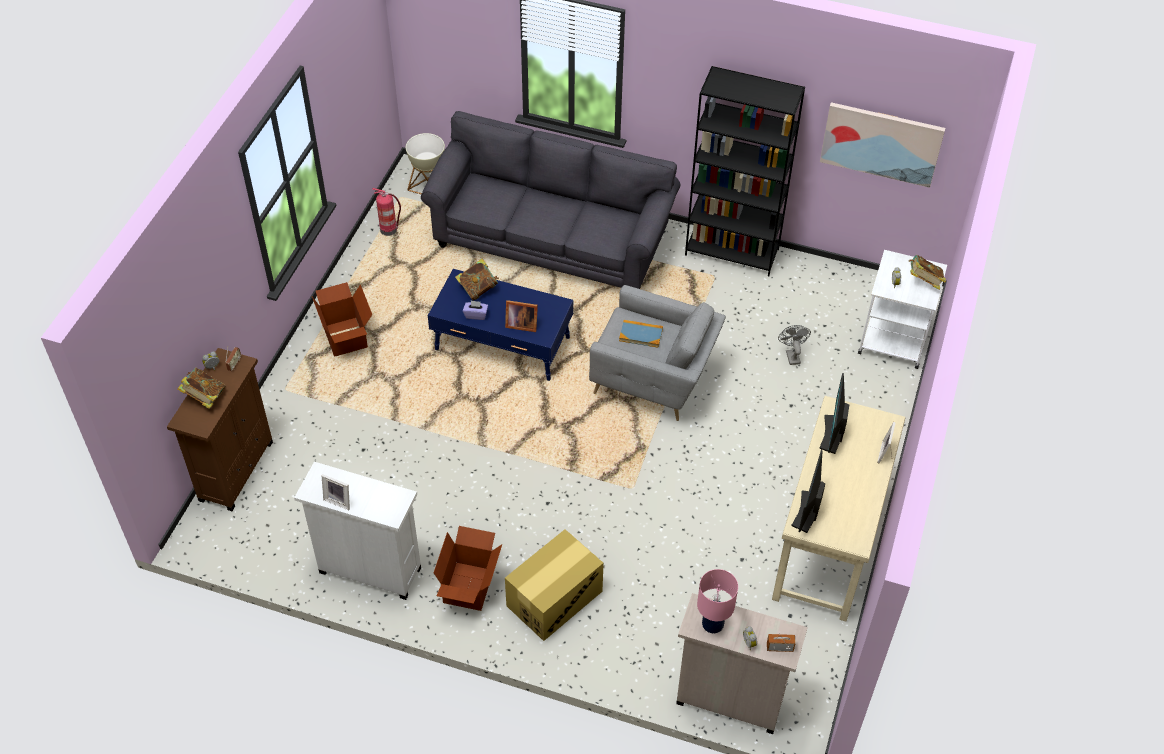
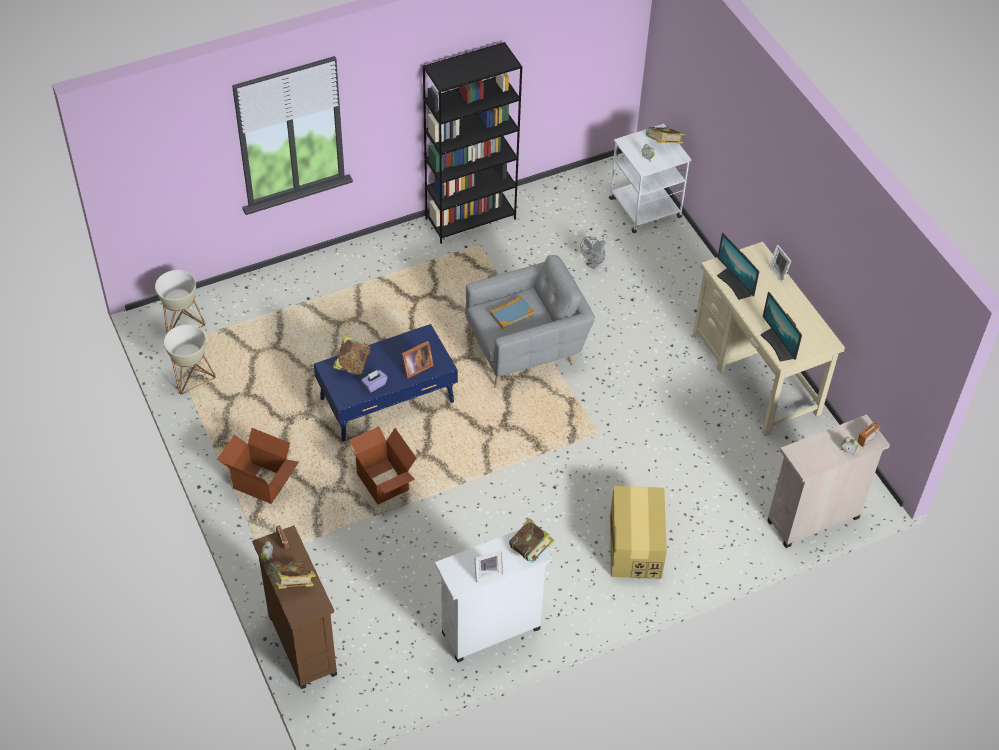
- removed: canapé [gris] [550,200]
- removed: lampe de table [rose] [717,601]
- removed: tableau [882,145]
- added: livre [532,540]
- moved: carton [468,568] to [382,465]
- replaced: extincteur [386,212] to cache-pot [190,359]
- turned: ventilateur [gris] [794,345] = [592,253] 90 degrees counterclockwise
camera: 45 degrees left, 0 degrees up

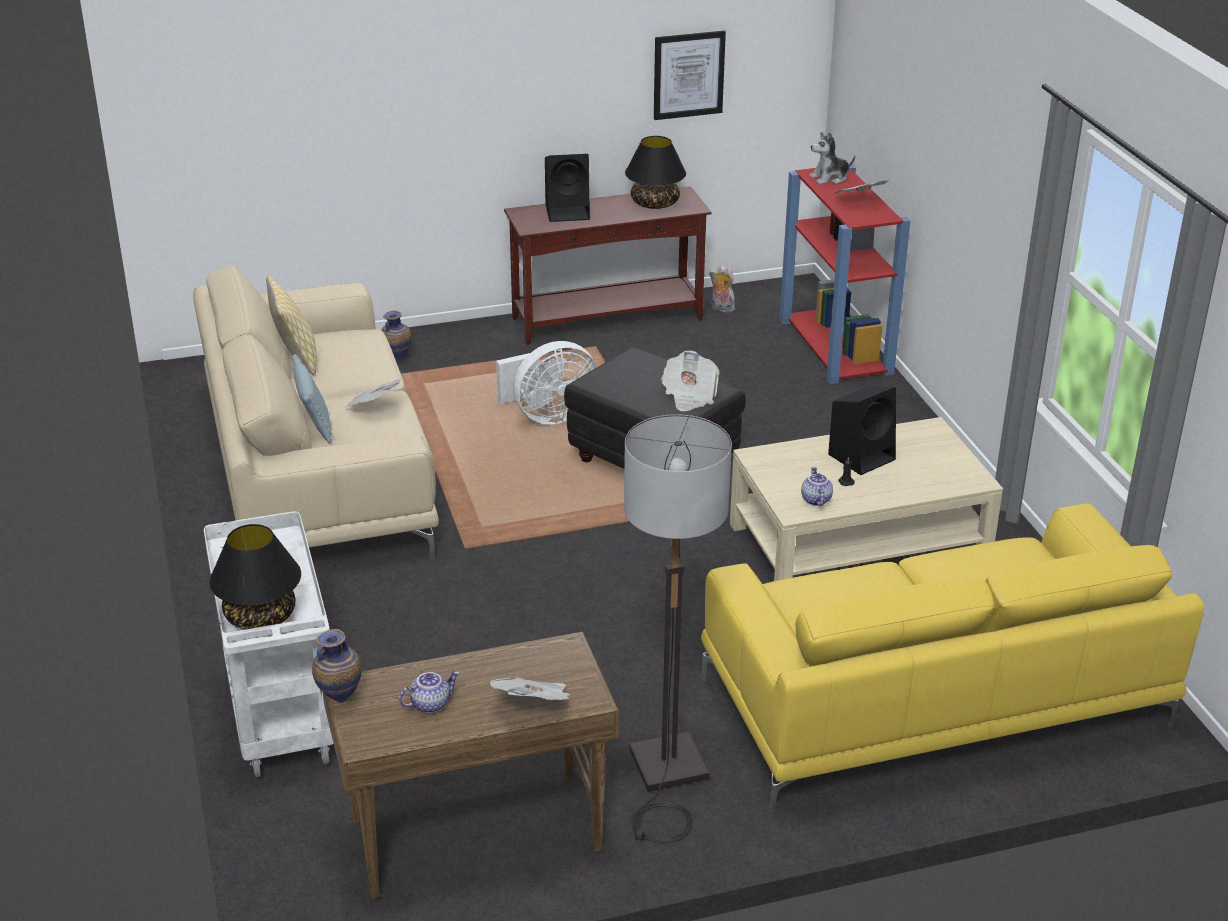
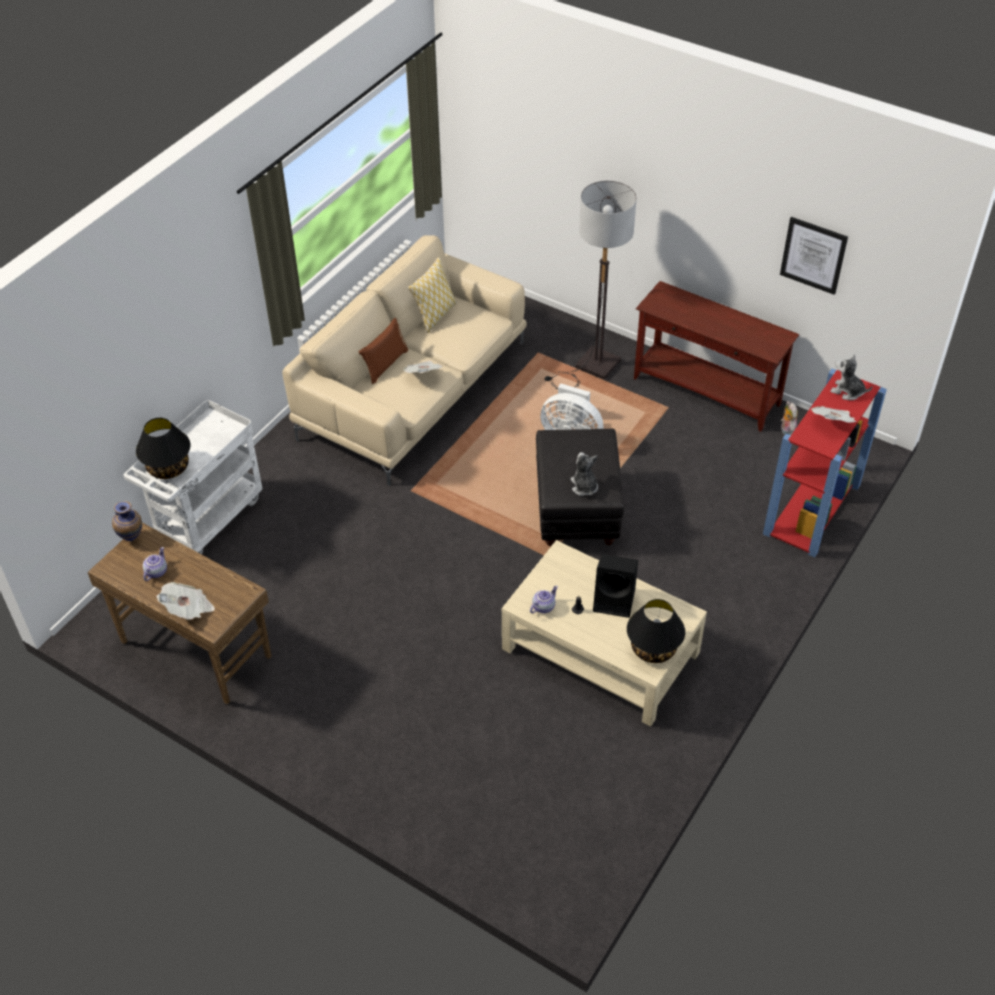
- removed: vase [396,335]
- removed: enceinte [noir] [567,188]
- removed: canapé [jaune] [952,657]
- moved: lampadaire [678,629] to [590,285]
- moved: lampe de table [noir] [655,172] to [656,631]
- replaced: journal [690,381] to peluche [584,474]
- recoloured: coussin [bleu] [313,399] to coussin [marron] [383,351]
- turned: théière [429,692] = [155,564] 90 degrees counterclockwise
camera: 50 degrees right, 15 degrees up

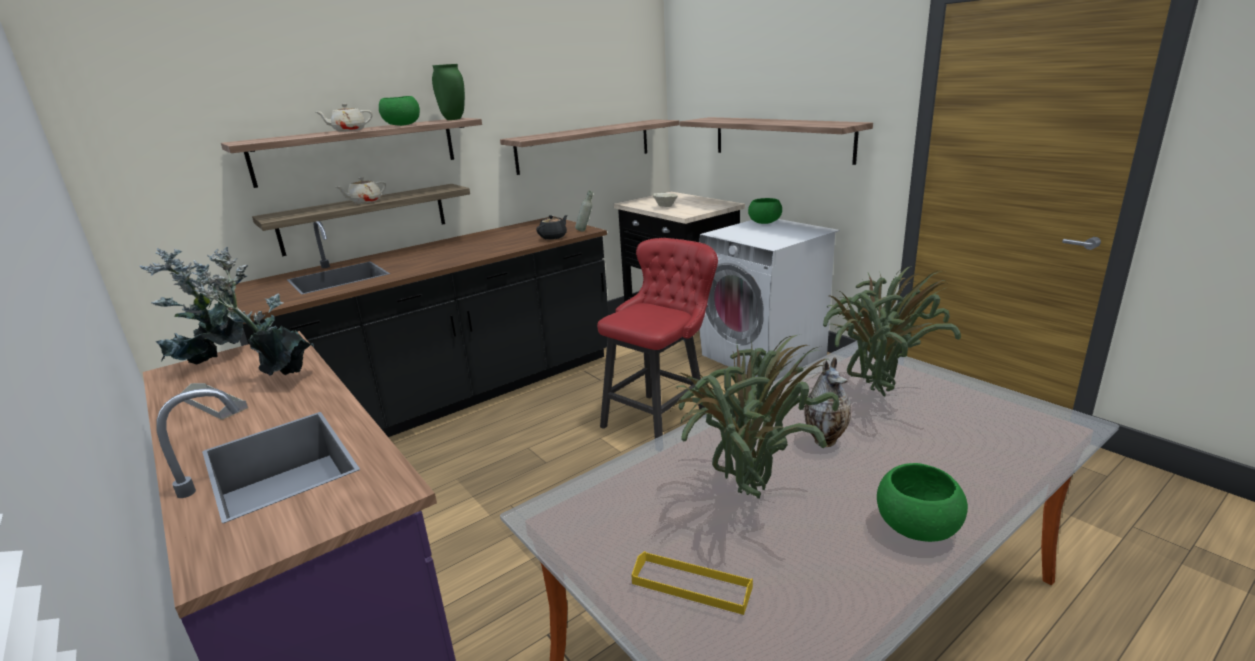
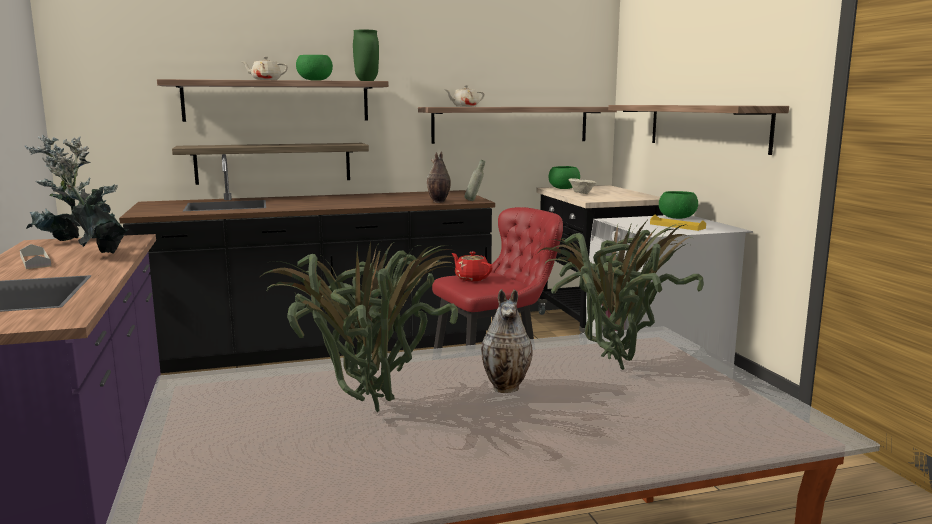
- added: théière [rouge] [472,266]
- moved: théière [beige] [361,190] to [465,96]
- moved: plateau [jaune] [692,583] to [678,223]
- moved: bol [vert] [922,502] to [564,177]
- replaced: théière [noir] [552,227] to vase [438,177]
camera: 20 degrees right, 10 degrees down

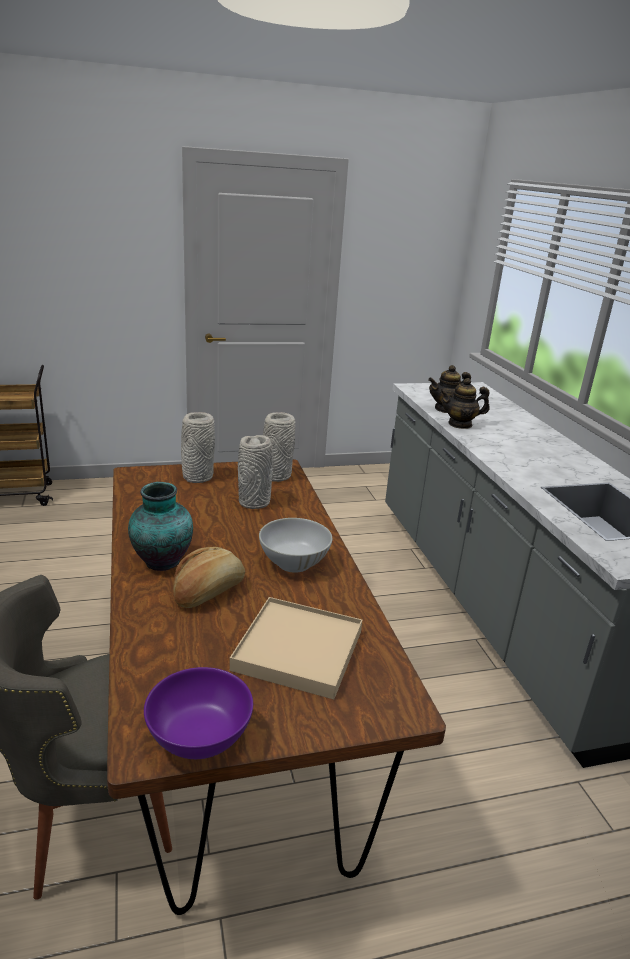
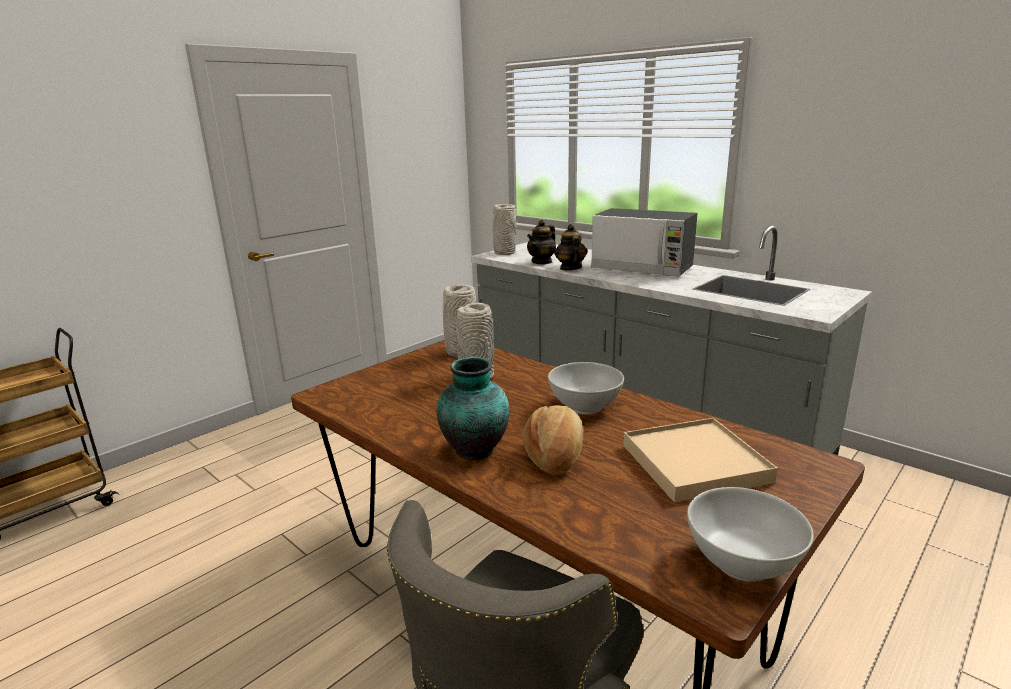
- added: micro-ondes [644,242]
- moved: vase [gris] [198,447] to [504,229]
- recoloured: bol [violet] [198,713] to bol [blanc] [750,534]
- turned: théière [465,403] = [570,247] 120 degrees clockwise
camera: 30 degrees left, 5 degrees down

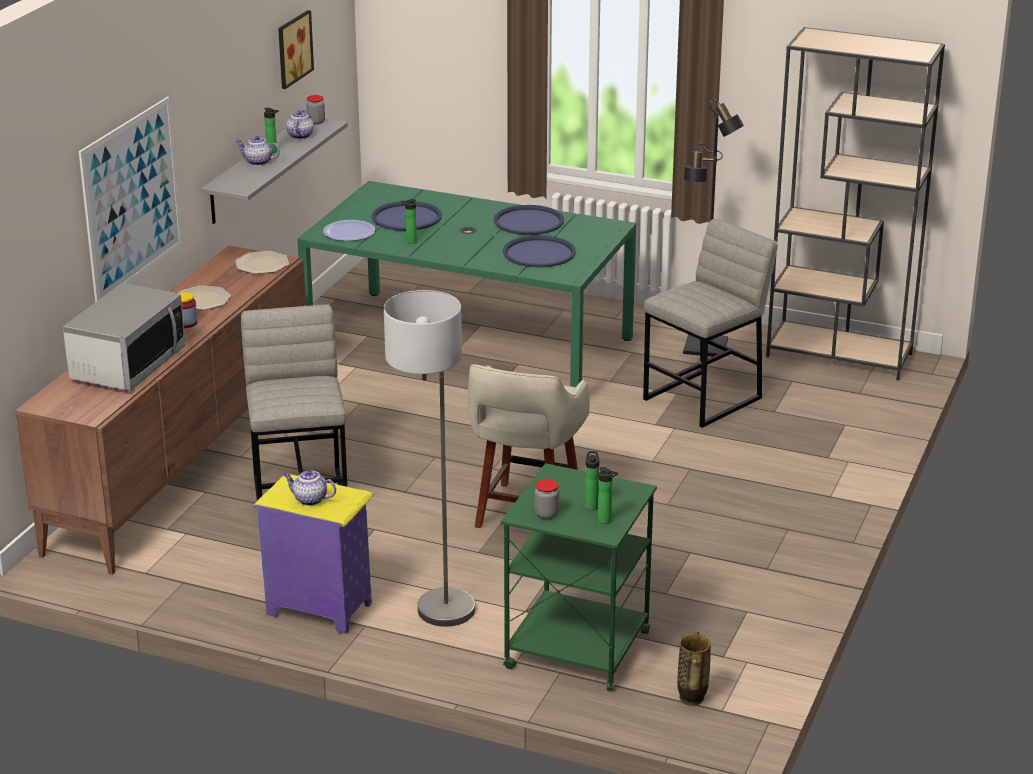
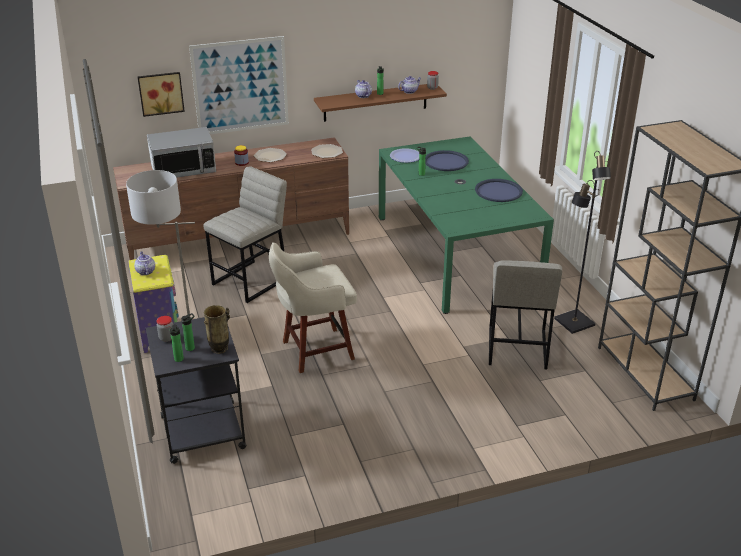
- removed: plateau [bleu] [539,251]
- moved: tableau [296,49] to [161,94]
- moved: vase [694,668] to [217,329]
- recoloured: étagère [gris] [274,171] to étagère [marron] [380,103]
- recoloured: chariot [vert] [579,576] to chariot [noir] [196,390]
- turned: chaise [gris] [710,323] = [525,314] 90 degrees clockwise
camera: 50 degrees right, 5 degrees up

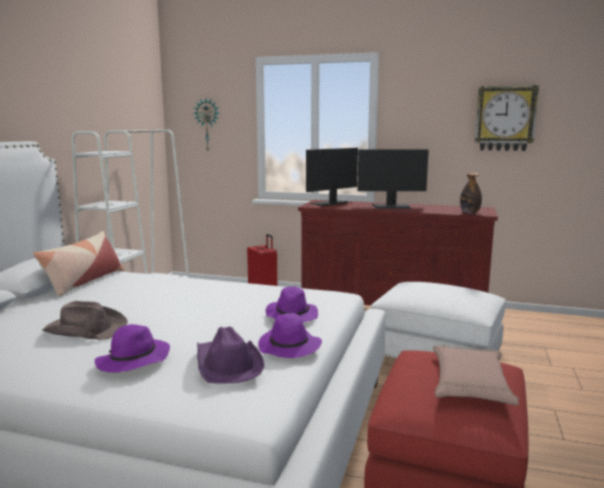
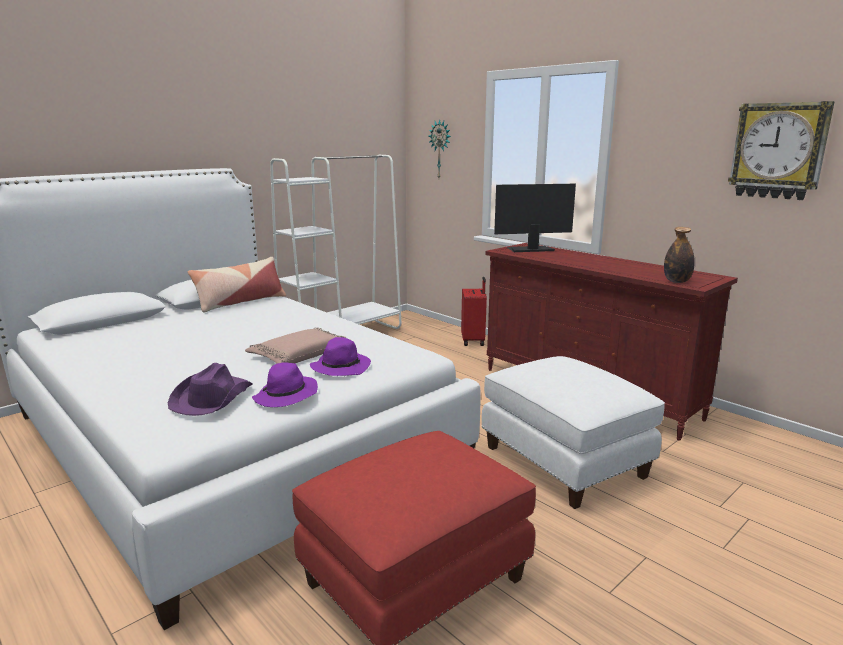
- removed: chapeau [marron] [85,320]
- removed: chapeau [violet] [132,348]
- removed: écran d'ordinateur [393,179]
- moved: coussin [beige] [476,375] to [296,346]
camera: 30 degrees right, 5 degrees up

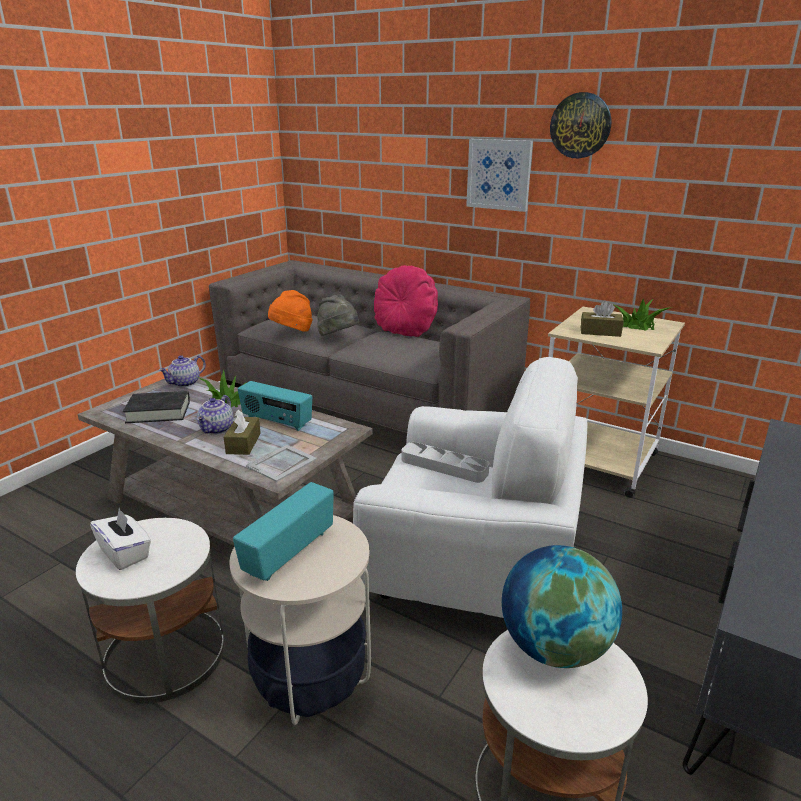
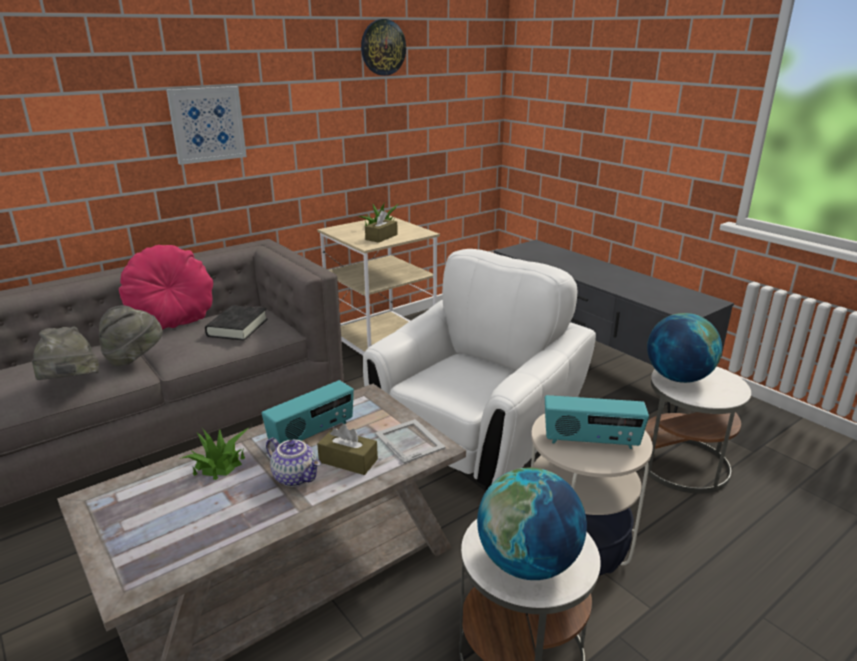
- removed: théière [182,371]
- removed: plateau [gris] [445,462]
- moved: livre [noir] [156,407] to [236,323]
- moved: horloge murale [581,125] to [383,47]
- replaced: boîte à mouchoirs [blanc] [120,539] to globe [532,524]
- recoloured: chapeau [orange] [290,310] to chapeau [gris] [65,353]
- turned: radio [283,531] = [597,422] 45 degrees counterclockwise
camera: 70 degrees left, 0 degrees up

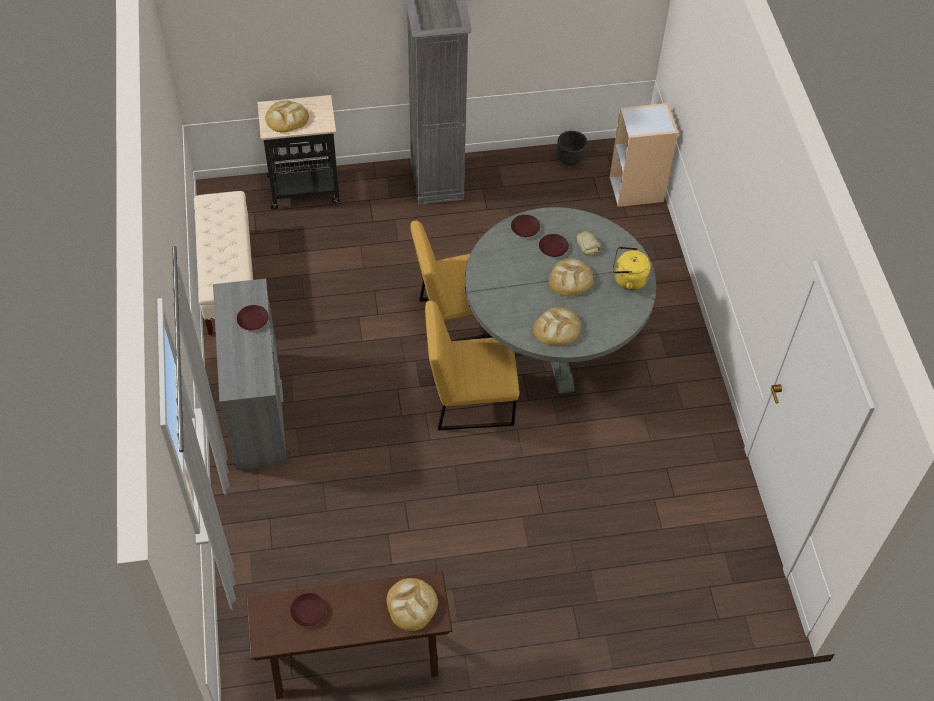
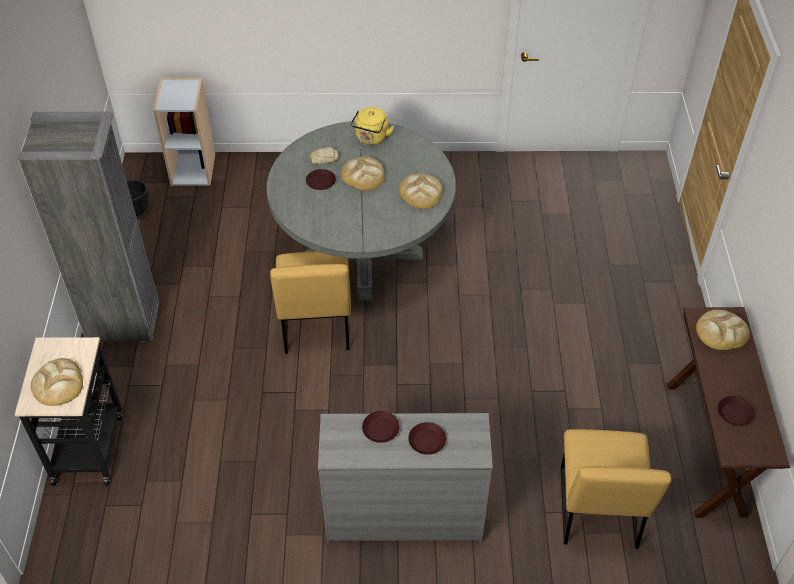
- removed: banc [beige] [224,263]
- moved: chaise [jaune] [472,365] to [616,489]
- moved: assiette [marron] [525,226] to [427,438]
camera: 80 degrees left, 5 degrees down

